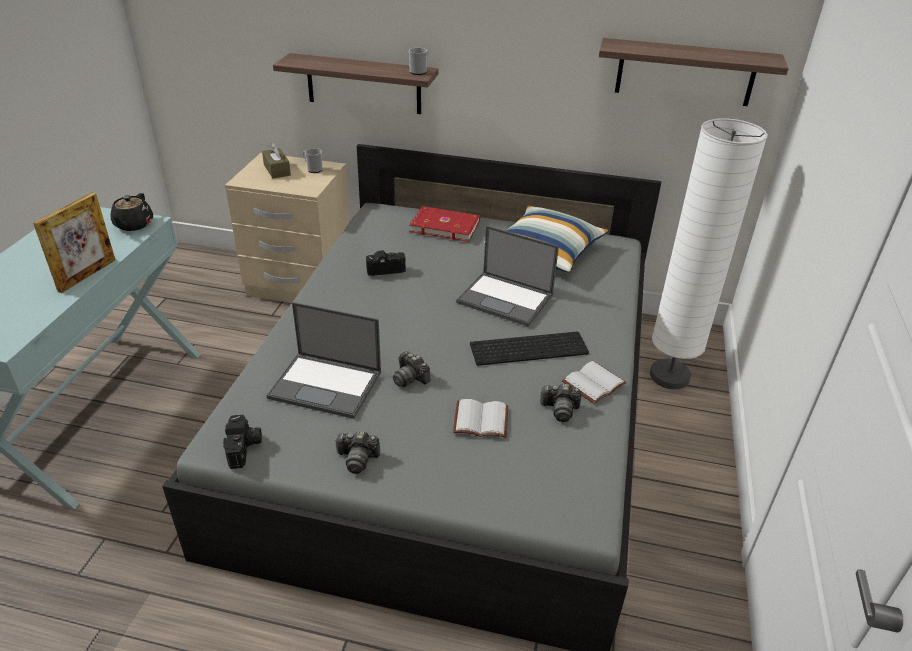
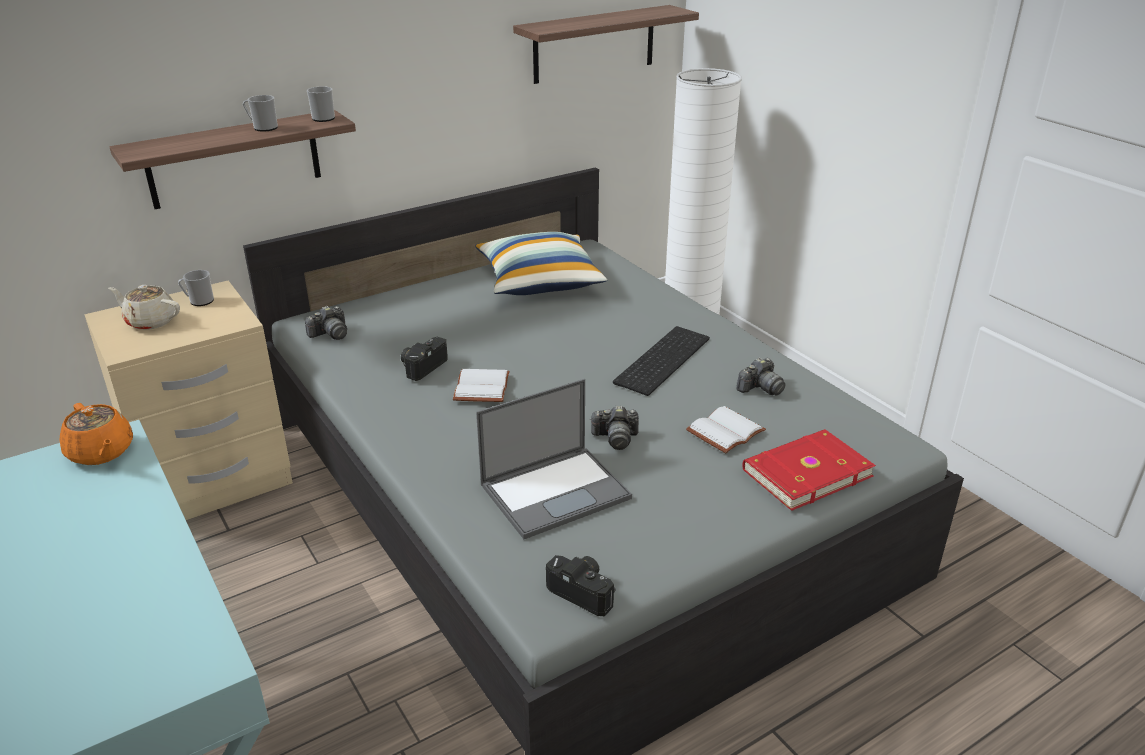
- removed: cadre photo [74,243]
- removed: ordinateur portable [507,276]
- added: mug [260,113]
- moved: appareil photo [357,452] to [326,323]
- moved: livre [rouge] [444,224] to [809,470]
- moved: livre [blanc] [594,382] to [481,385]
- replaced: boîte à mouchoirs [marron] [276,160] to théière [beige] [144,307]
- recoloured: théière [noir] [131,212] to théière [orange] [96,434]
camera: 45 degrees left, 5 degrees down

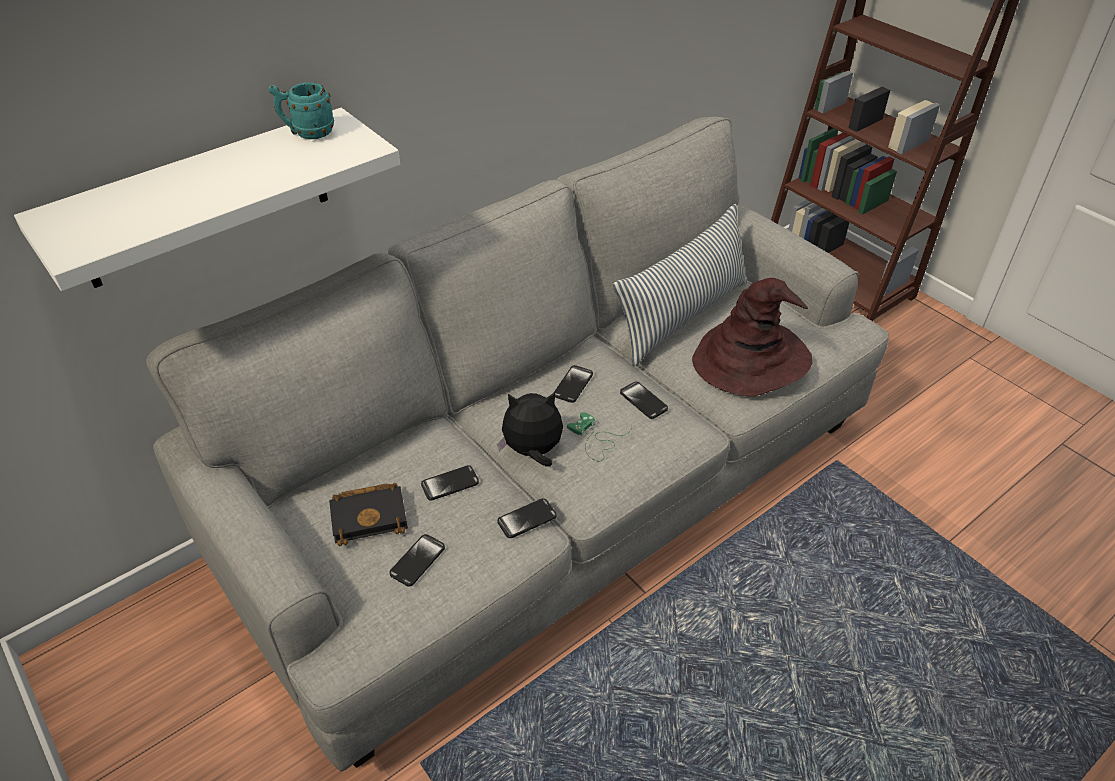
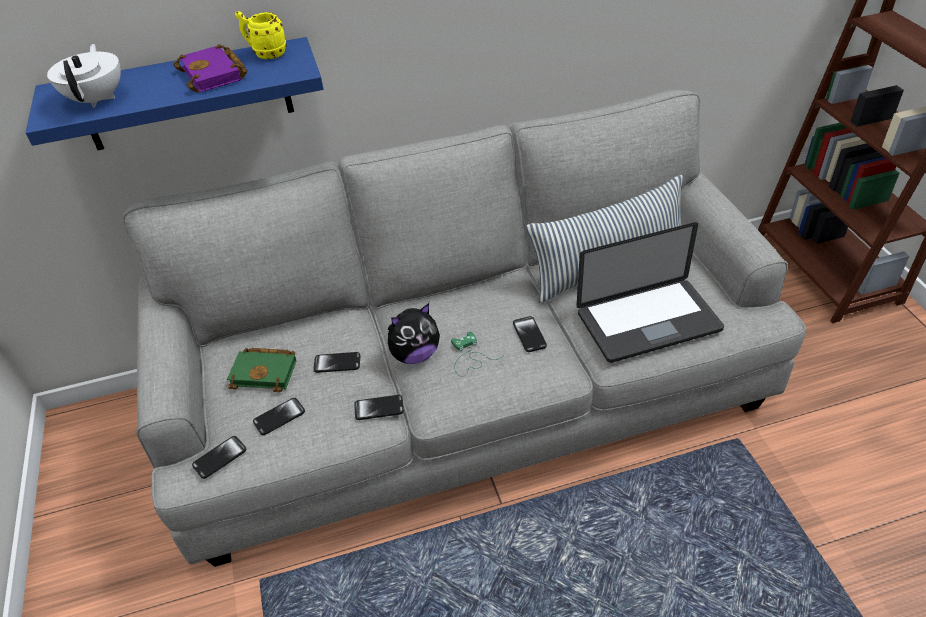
- added: théière [blanc] [84,76]
- added: livre [violet] [210,68]
- moved: téléphone [573,384] to [219,457]
- replaced: chapeau [marron] [752,337] to ordinateur portable [650,292]
- recoloured: étagère [blanc] [207,199] to étagère [bleu] [174,93]
- recoloured: mug [turquoise] [301,110] to mug [jaune] [261,35]
- recoloured: livre [noir] [368,514] to livre [vert] [262,370]
- turned: peluche [530,429] = [414,333] 135 degrees clockwise
camera: 25 degrees right, 0 degrees up

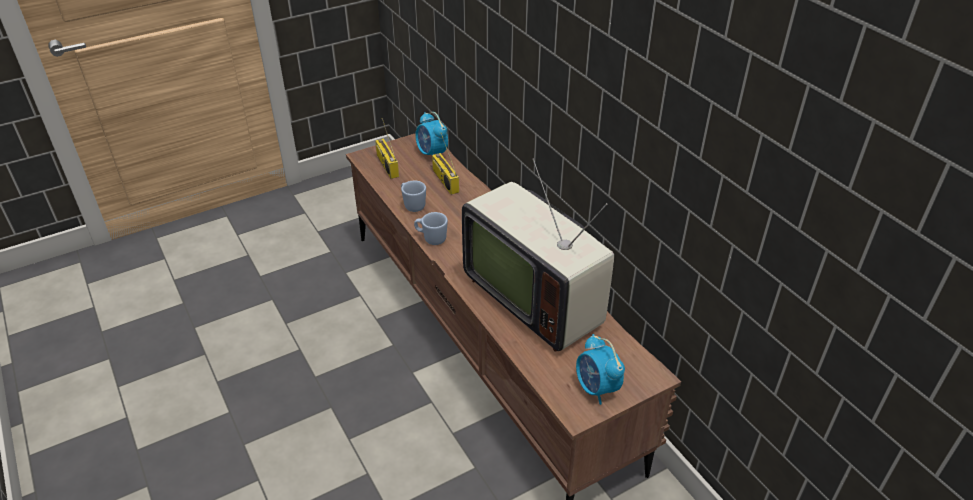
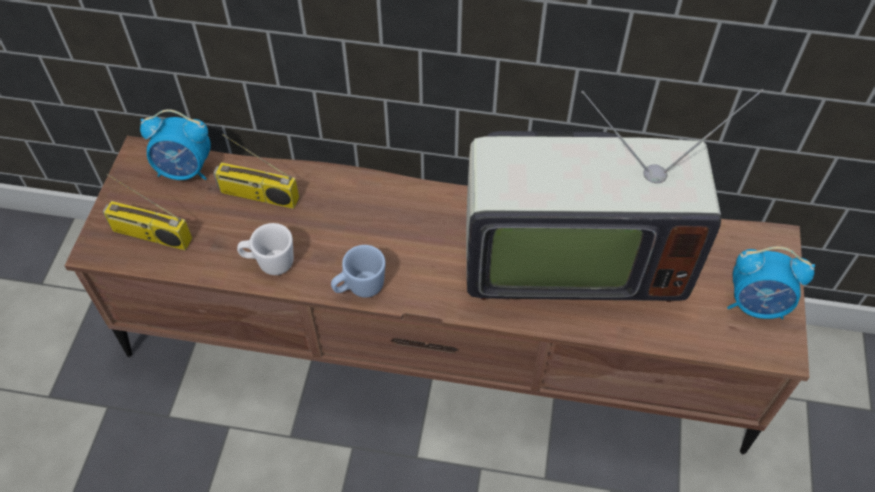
- recoloured: mug [bleu] [413,196] to mug [blanc] [265,249]
camera: 50 degrees left, 15 degrees up

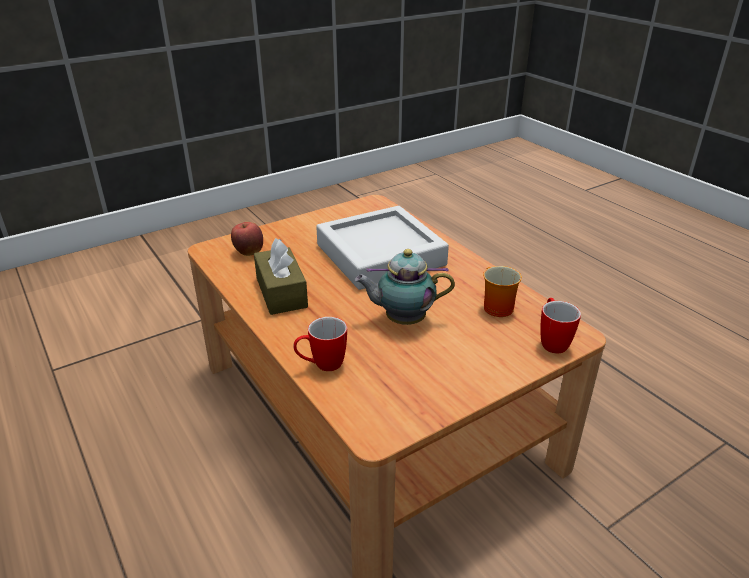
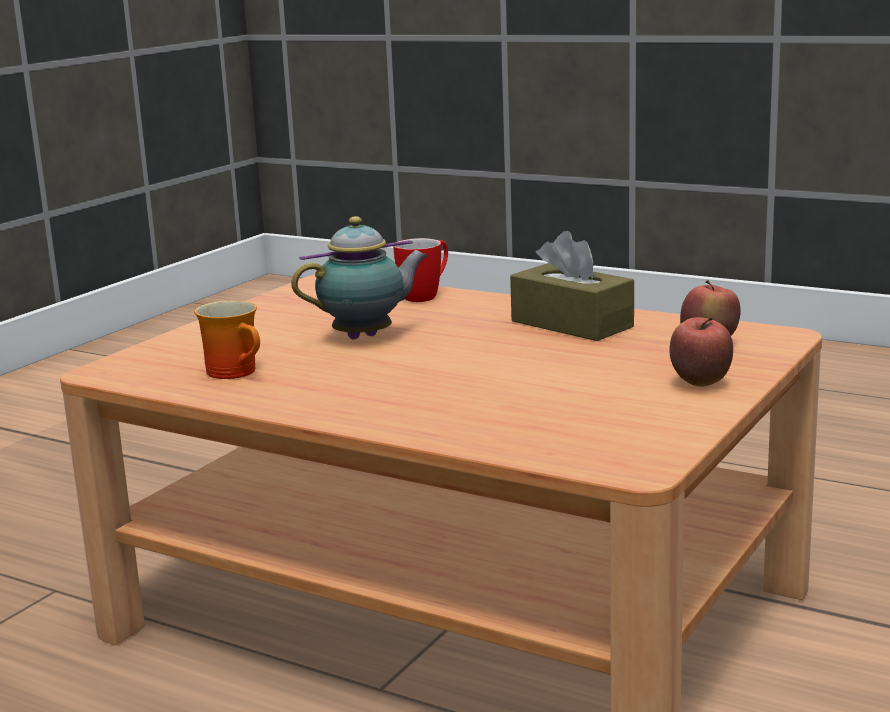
- removed: plateau [gris] [382,248]
- removed: mug [560,325]
- added: pomme [701,352]
camera: 155 degrees right, 15 degrees down

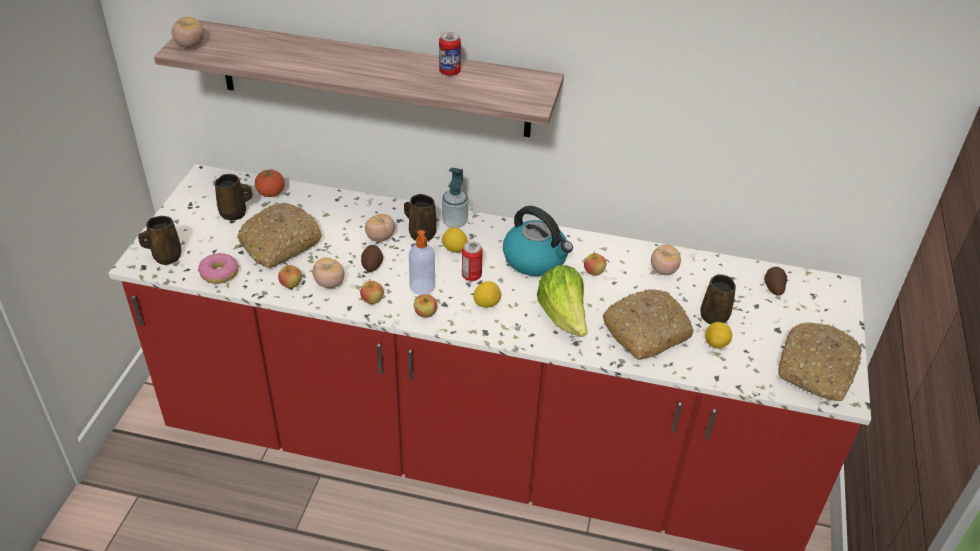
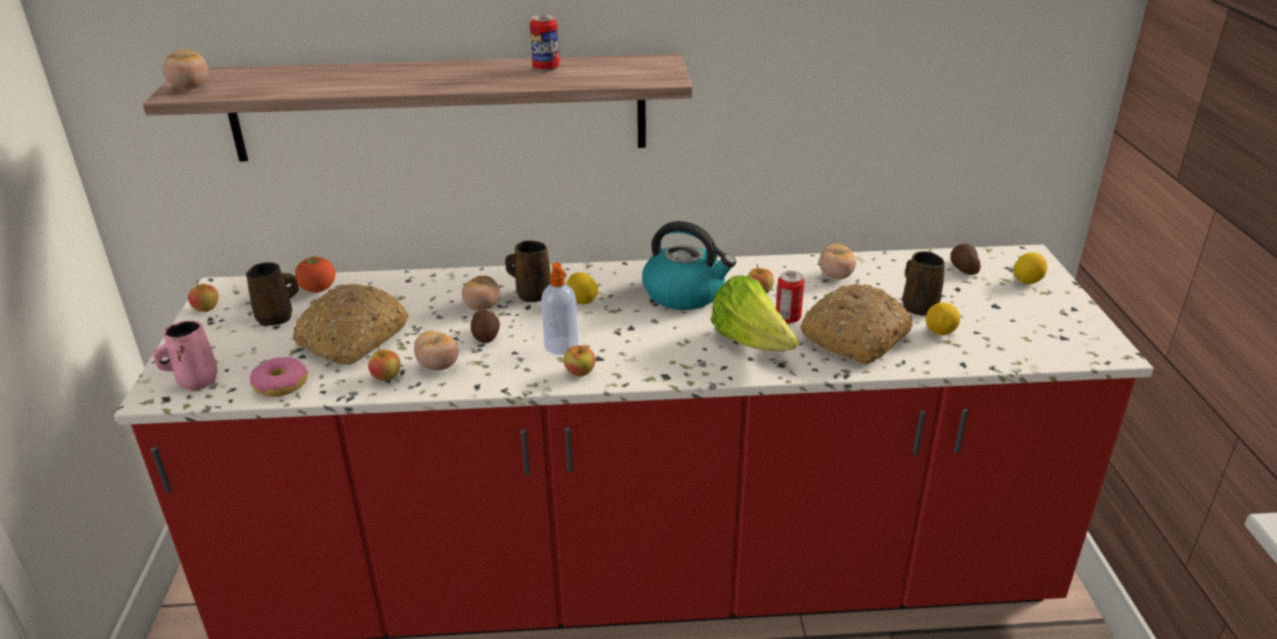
- removed: distributeur de savon [455,198]
- removed: pain [820,362]
- moved: pomme [372,291] to [203,296]
- moved: boîte métallique [472,261] to [790,297]
- moved: citron [487,294] to [1030,268]
- recoloured: mug [marron] [159,240] to mug [rose] [185,355]
camera: 15 degrees left, 10 degrees down

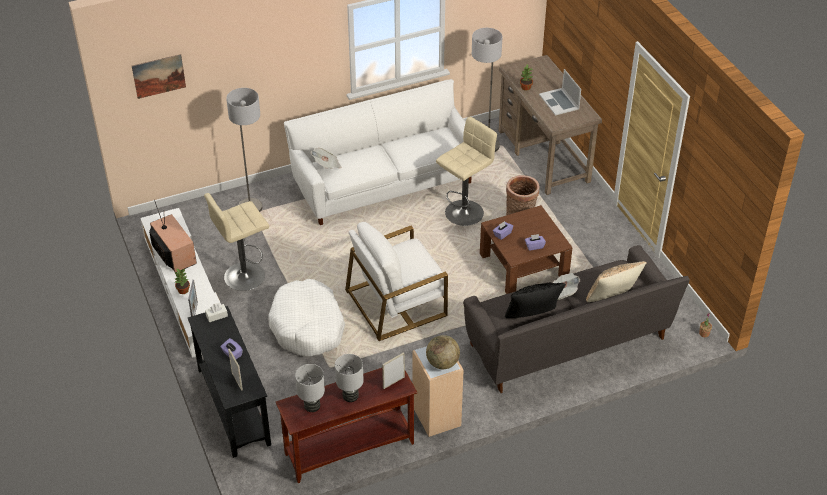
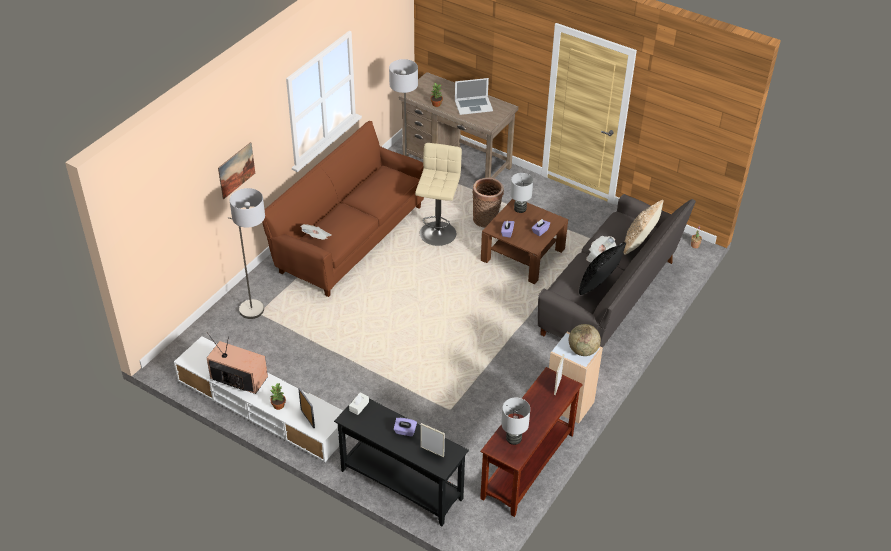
- removed: tabouret [beige] [236,242]
- removed: panier pour chien [blanc] [306,318]
- removed: fauteuil [blanc] [396,281]
- moved: tableau [159,76] to [236,170]
- moved: lampe de table [gris] [349,378] to [521,193]
- recoloured: canapé [blanc] [379,152] to canapé [marron] [343,209]
- turned: ordinateur portable [560,92] = [474,96] 45 degrees counterclockwise
camera: 35 degrees left, 0 degrees up

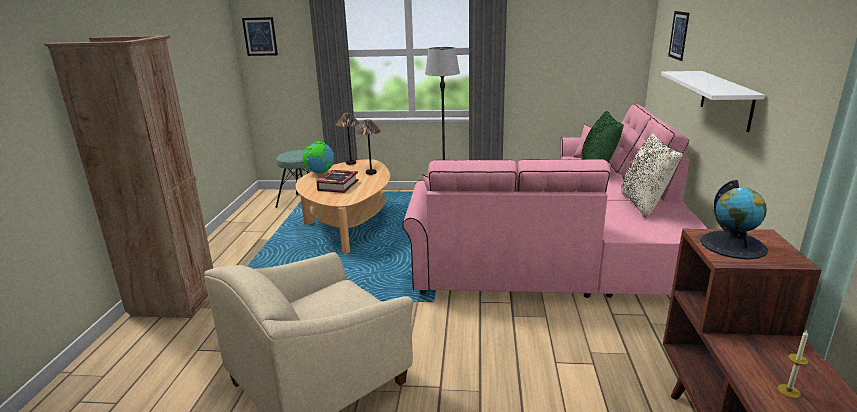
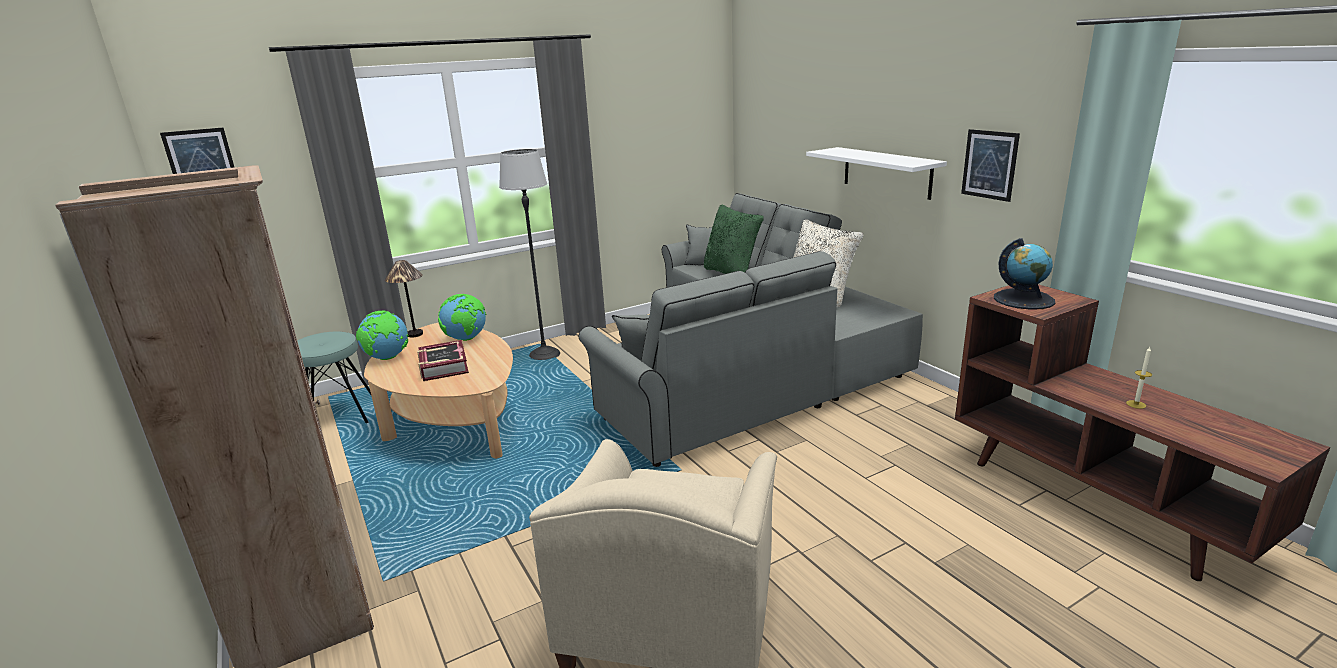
- moved: tableau [678,36] to [990,165]
- replaced: lampe de table [368,147] to globe [462,317]
- recoloured: canapé [rose] [555,201] to canapé [gris] [750,330]
camera: 35 degrees left, 0 degrees up

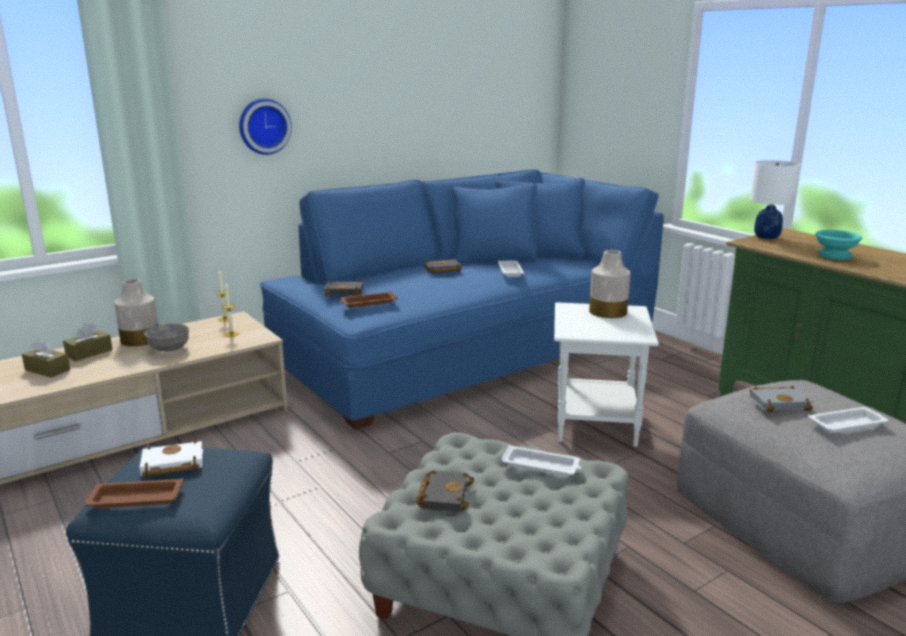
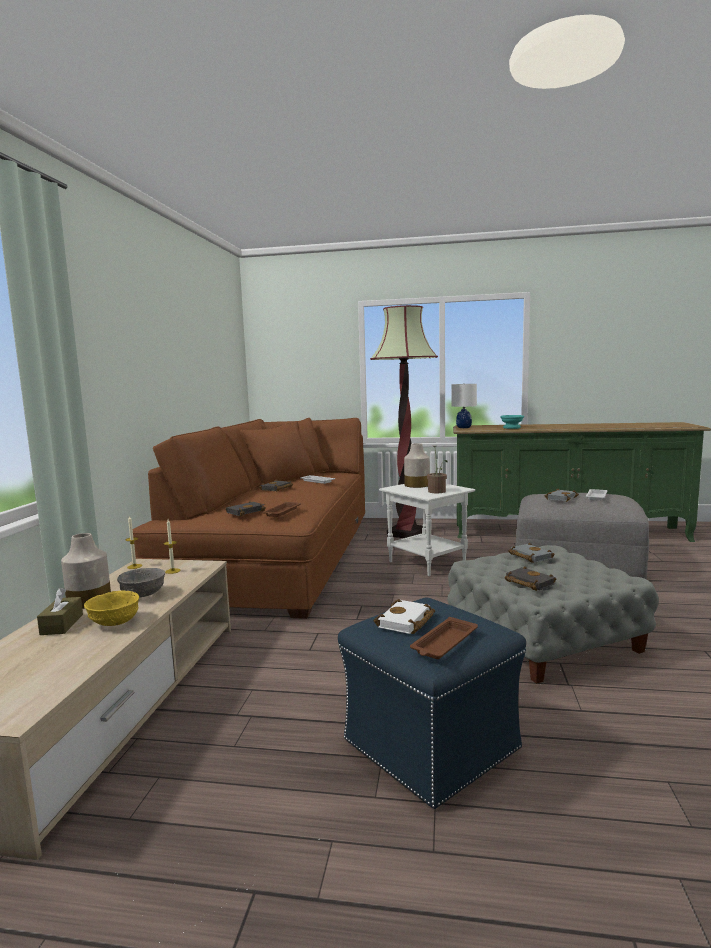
- removed: boîte à mouchoirs [marron] [46,358]
- removed: horloge murale [265,126]
- added: bol [jaune] [111,608]
- added: lampadaire [404,421]
- added: plante en pot [437,469]
- replaced: plateau [blanc] [541,461] to livre [gris] [531,553]
- recoloured: canapé [bleu] [462,299] to canapé [marron] [249,518]
camera: 45 degrees left, 10 degrees down

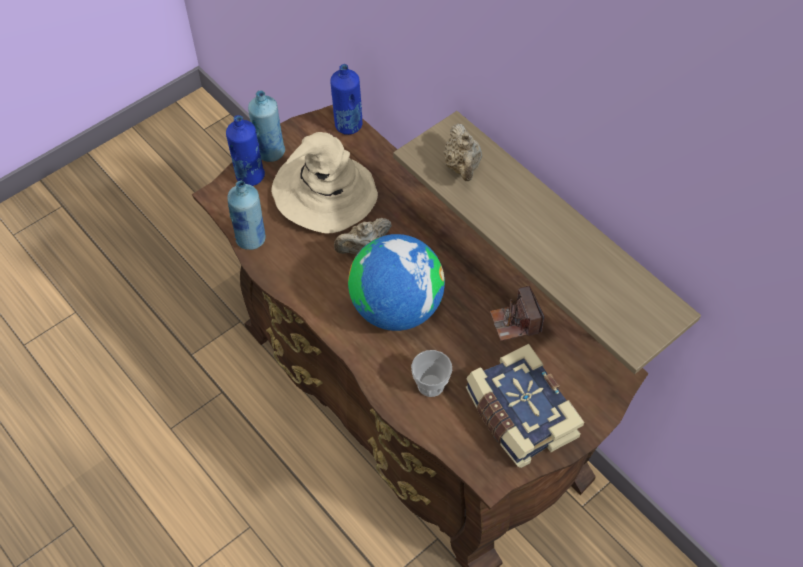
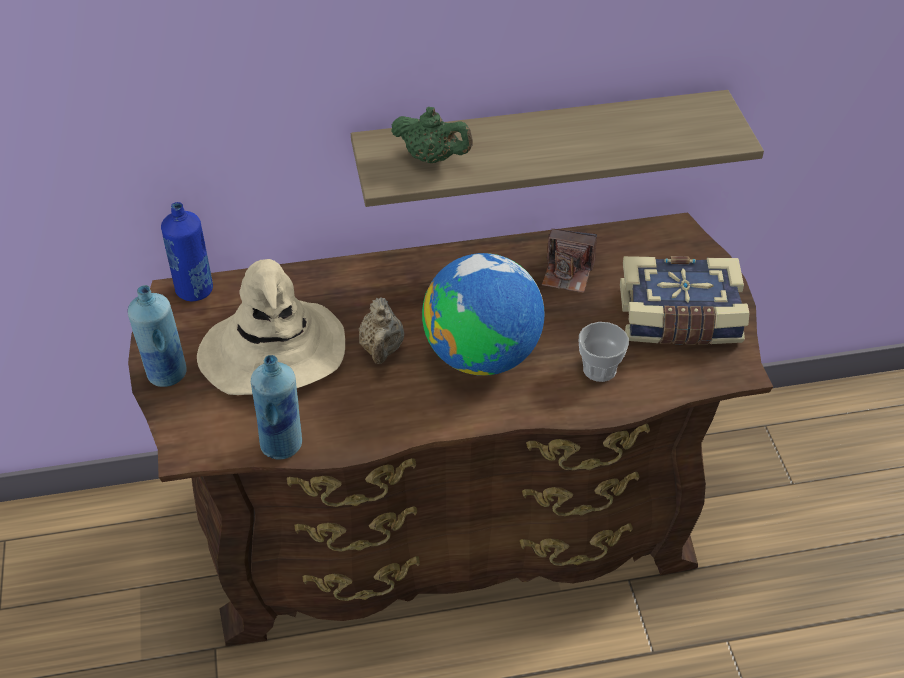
- removed: bouteille [bleu] [245,150]
- recoloured: théière [beige] [463,152] to théière [vert] [432,135]
camera: 60 degrees left, 10 degrees down

